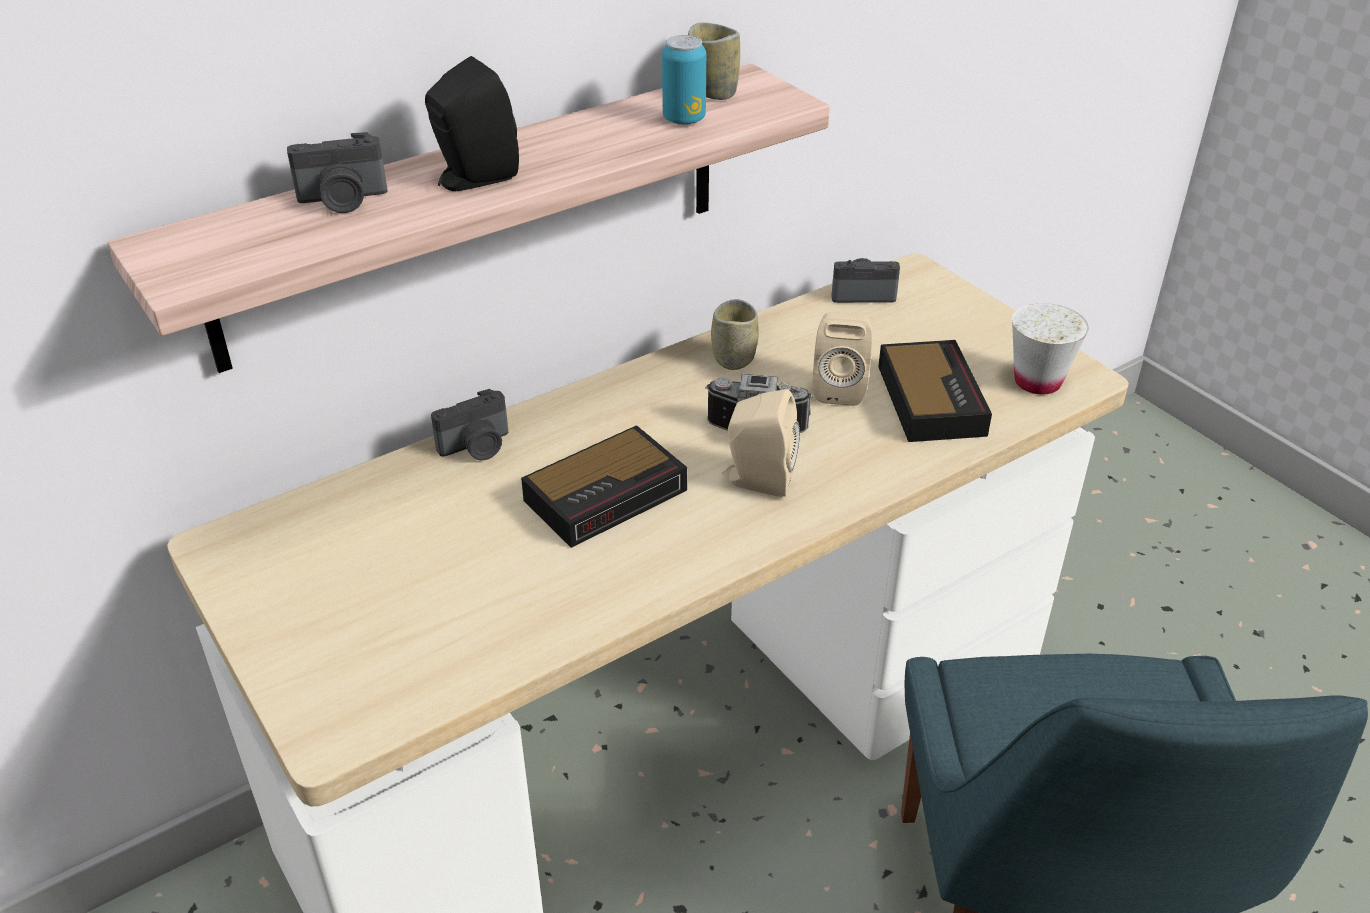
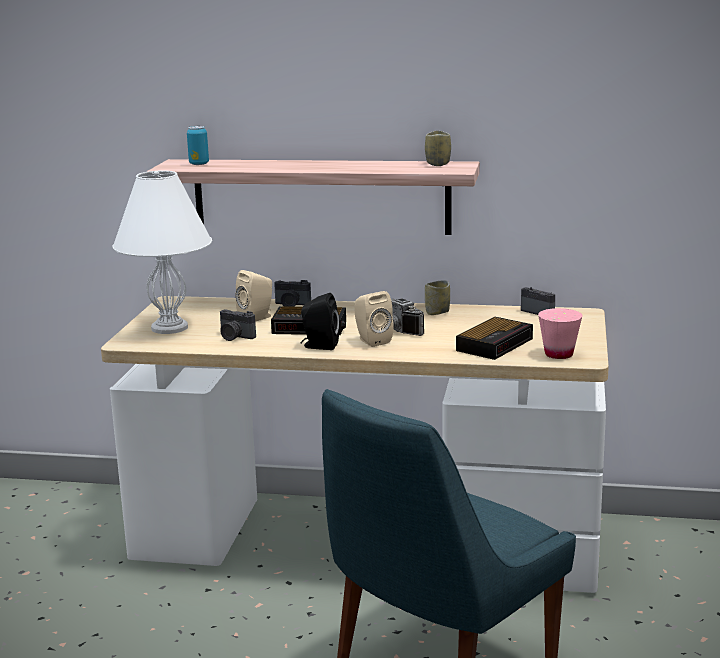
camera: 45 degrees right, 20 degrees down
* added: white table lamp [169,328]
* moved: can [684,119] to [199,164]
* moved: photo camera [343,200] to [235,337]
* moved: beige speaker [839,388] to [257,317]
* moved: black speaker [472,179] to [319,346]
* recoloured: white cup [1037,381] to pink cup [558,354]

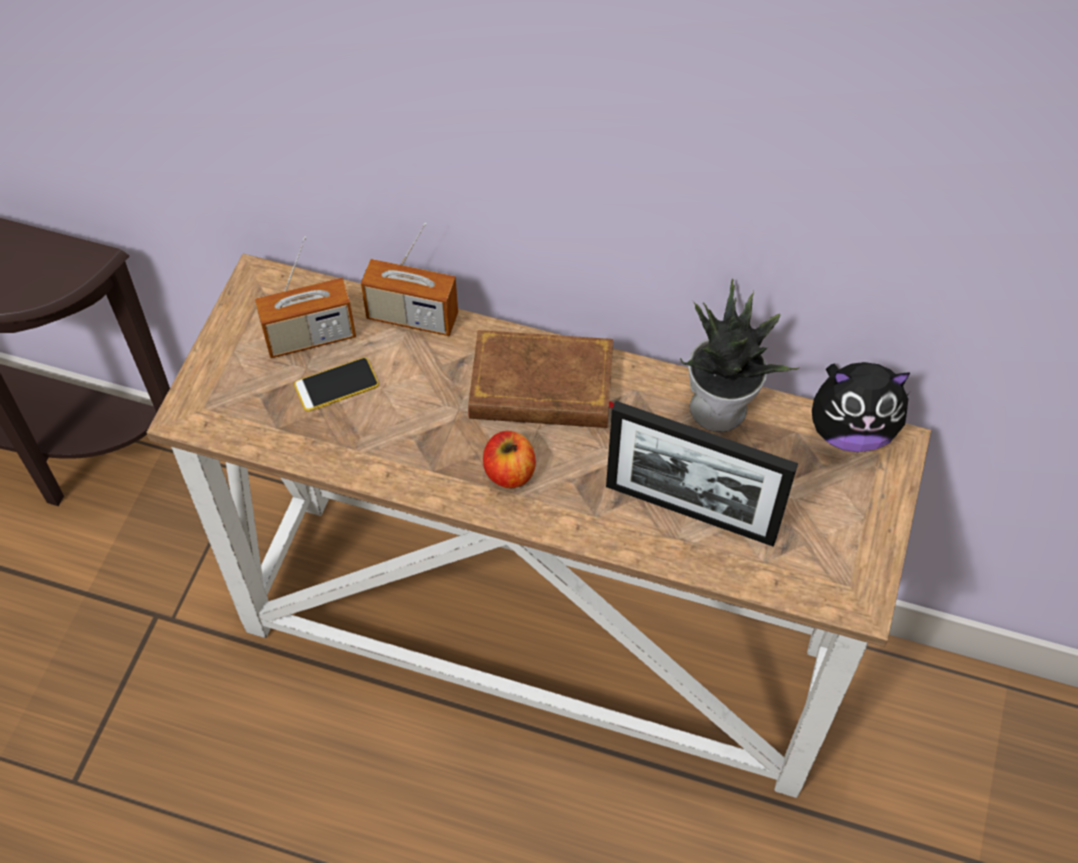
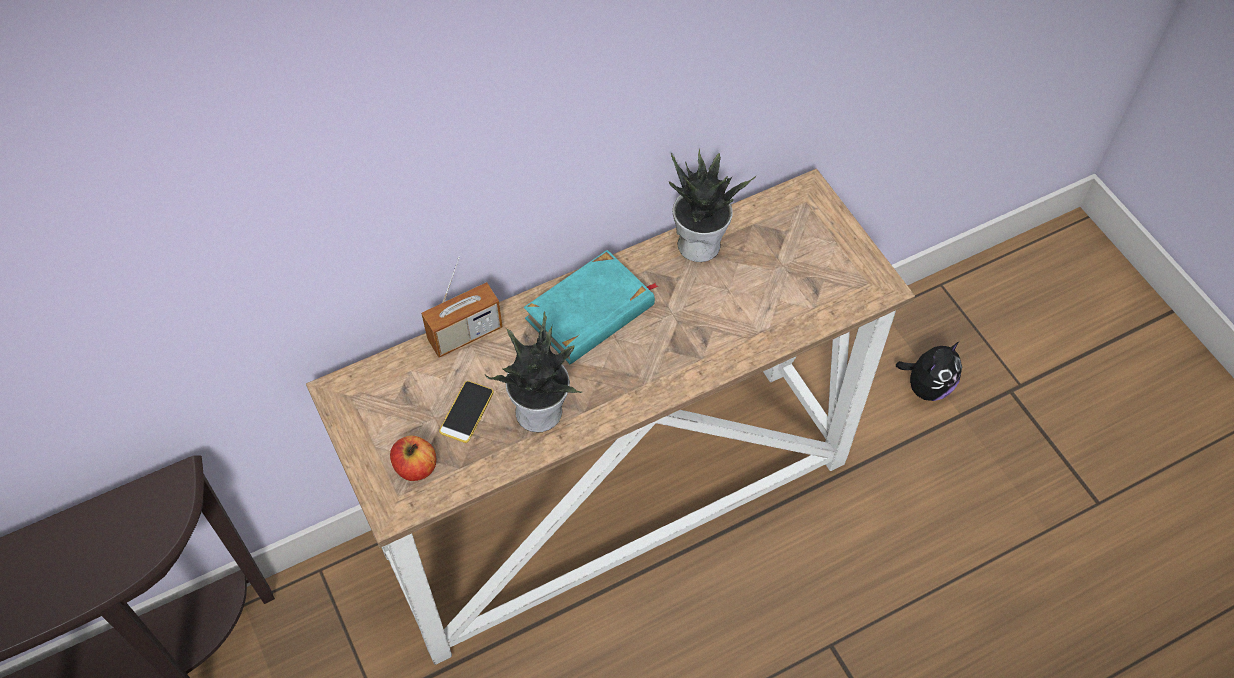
camera: 45 degrees left, 0 degrees up
* moved: apple [509,472] to [415,467]
* added: potted plant [541,411]
* recoloured: brown book [542,387] to turquoise book [590,312]
* moved: plush toy [850,430] to [927,386]
* removed: radio [310,337]
* removed: picture frame [690,512]

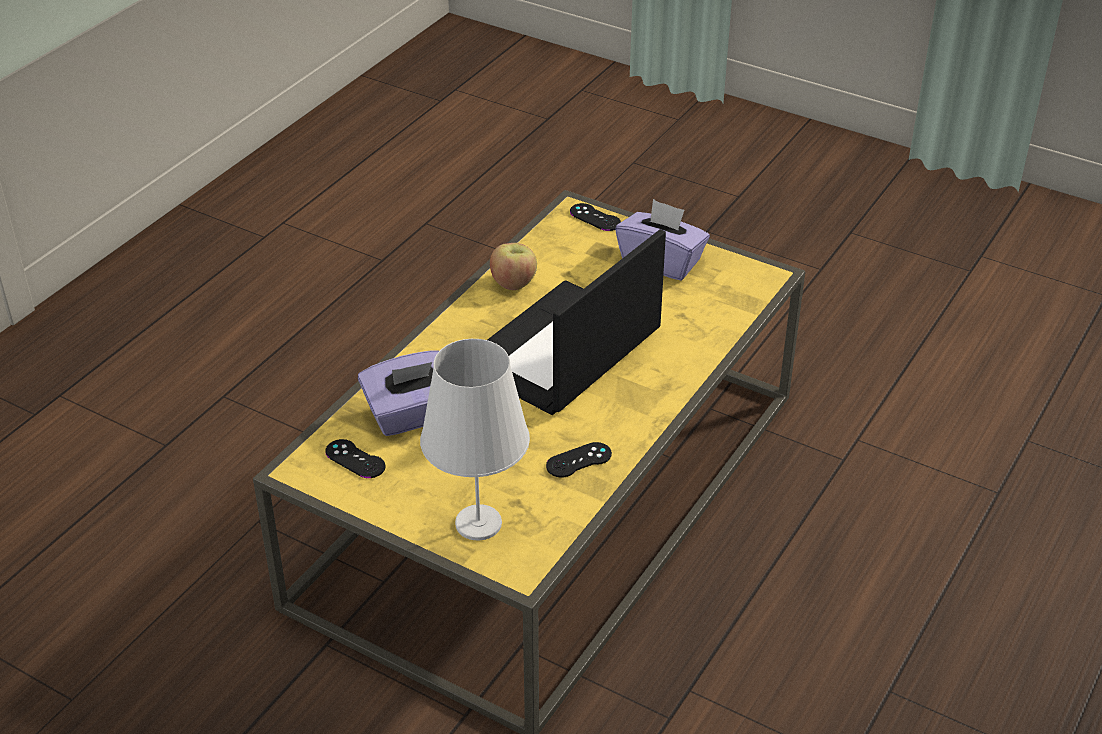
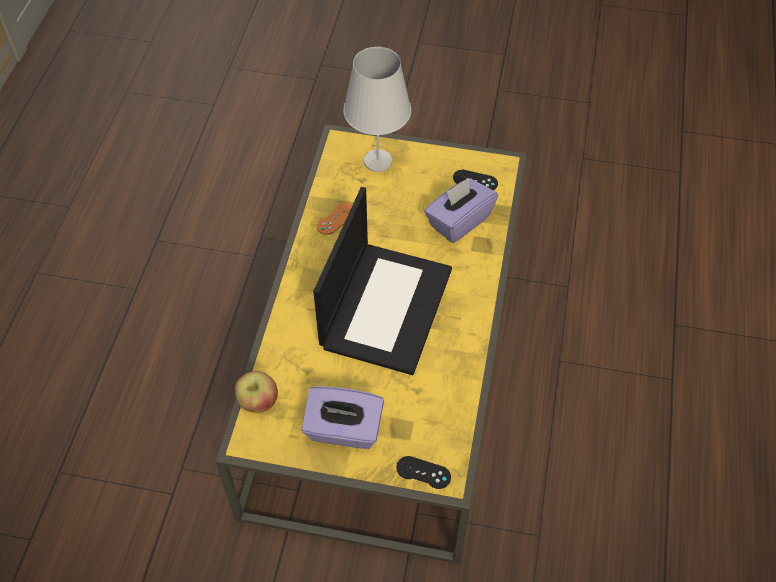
camera: 160 degrees right, 15 degrees up
* moved: apple [514,283] to [258,402]
* recoloured: black game controller [579,460] to orange game controller [336,219]

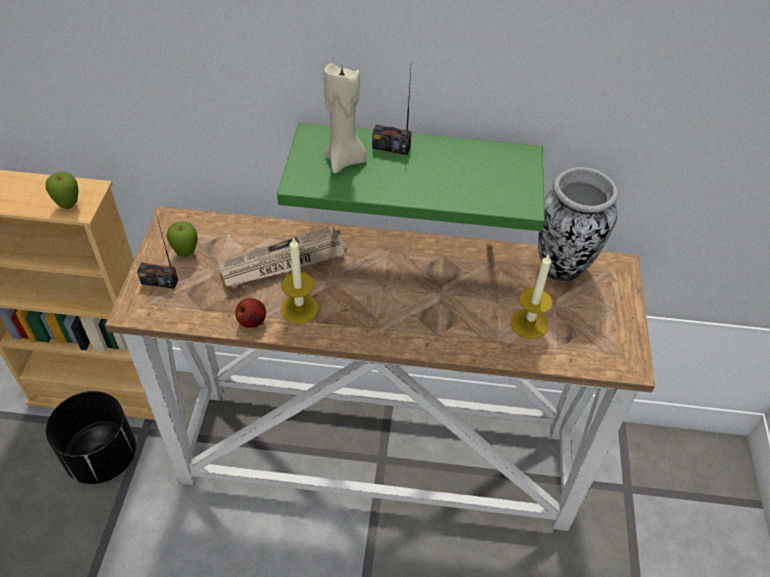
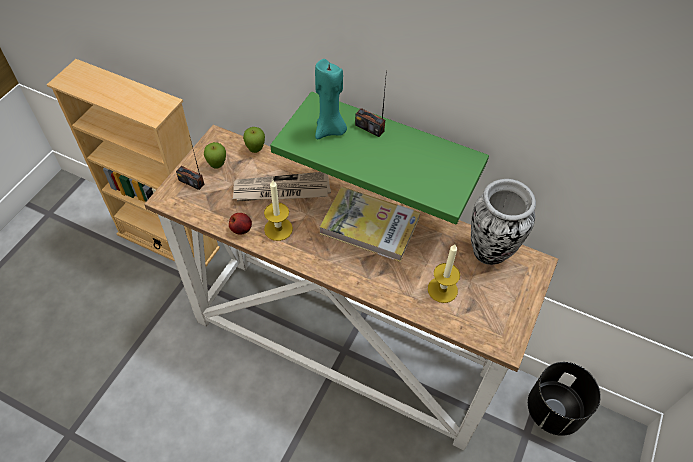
camera: 20 degrees right, 5 degrees up
* moved: apple [69,205] to [255,150]
* recoloured: beige candle [345,160] to turquoise candle [330,130]
* added: book [369,226]
* moved: black planter [103,457] to [554,410]

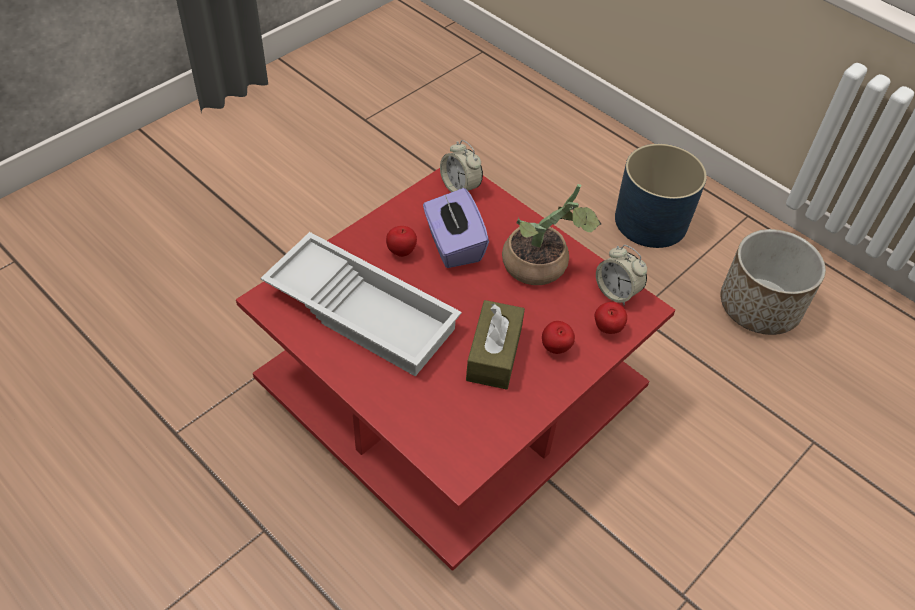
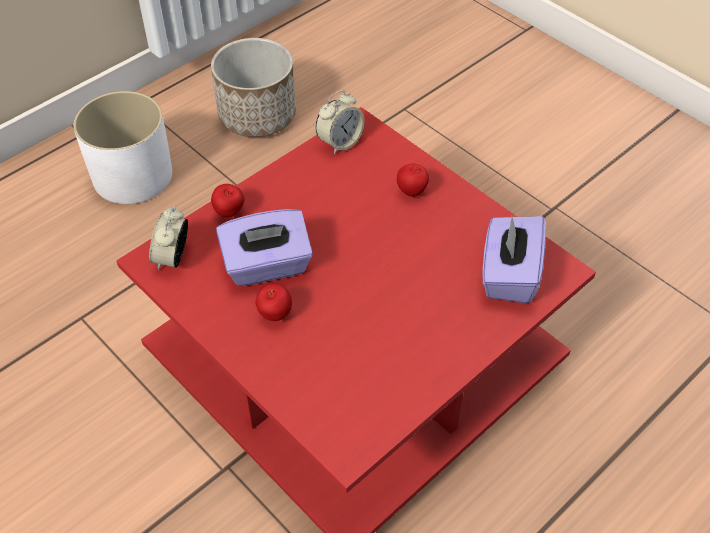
camera: 85 degrees left, 0 degrees up
* recoloured: blue planter [650,221] to white planter [132,176]
* turned: alarm clock [460,187] = [173,257] 135 degrees clockwise
* moved: apple [607,329] to [229,213]
* added: purple tissue box [509,275]
* removed: white tray [364,310]
* removed: brown tissue box [494,354]
* removed: potted plant [542,267]

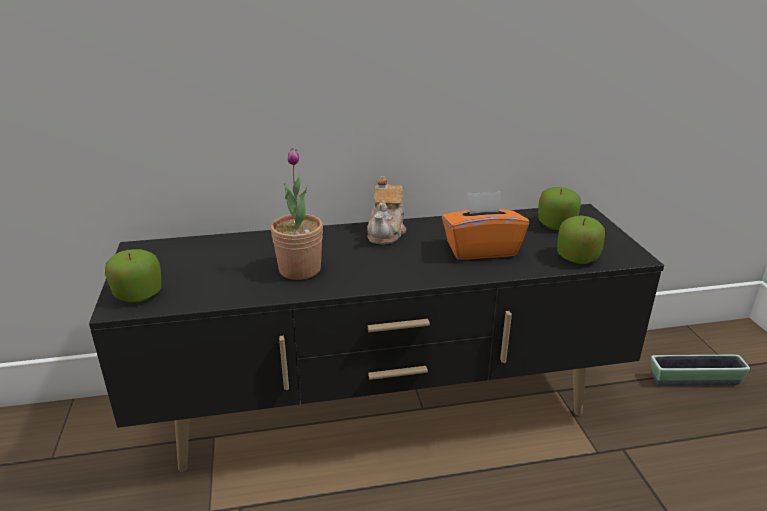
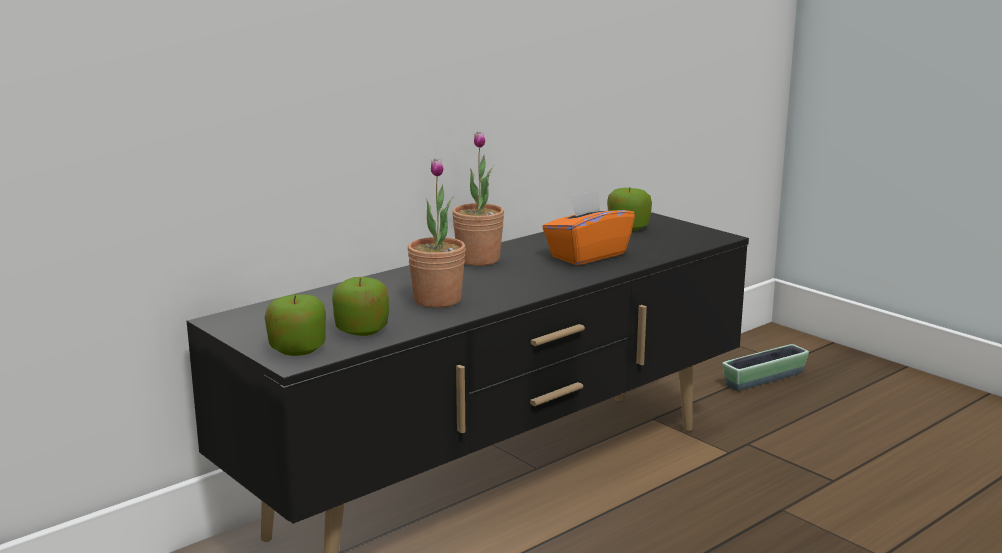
camera: 30 degrees left, 10 degrees down
* moved: apple [577,257] to [361,330]
* replaced: teapot [387,232] to potted plant [478,259]

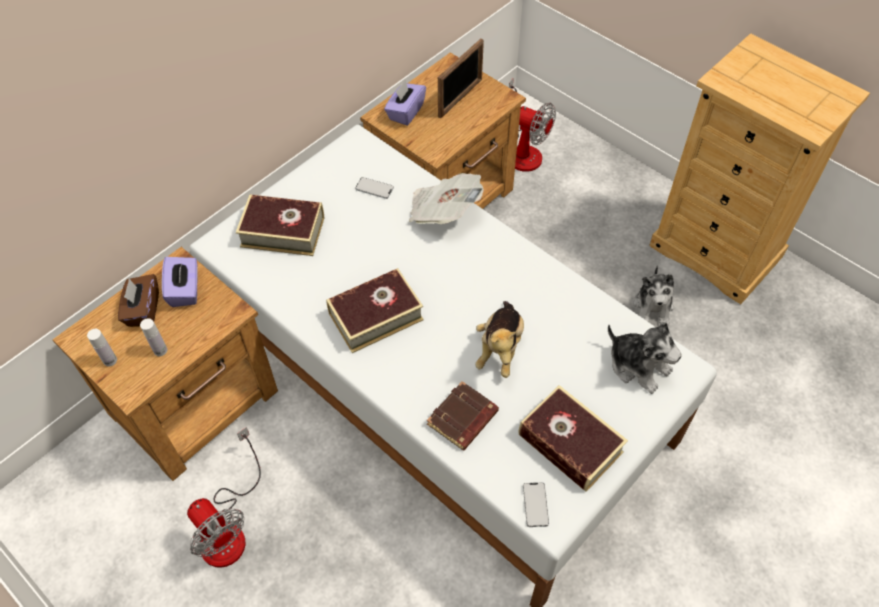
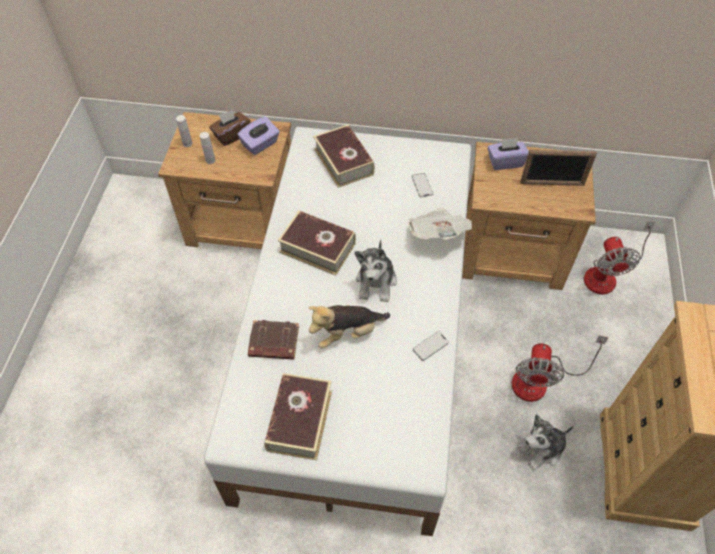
camera: 55 degrees right, 0 degrees up
* moved: plush toy [638,365] to [376,282]
* moved: phone [535,505] to [430,346]
* moved: fan [228,528] to [540,380]

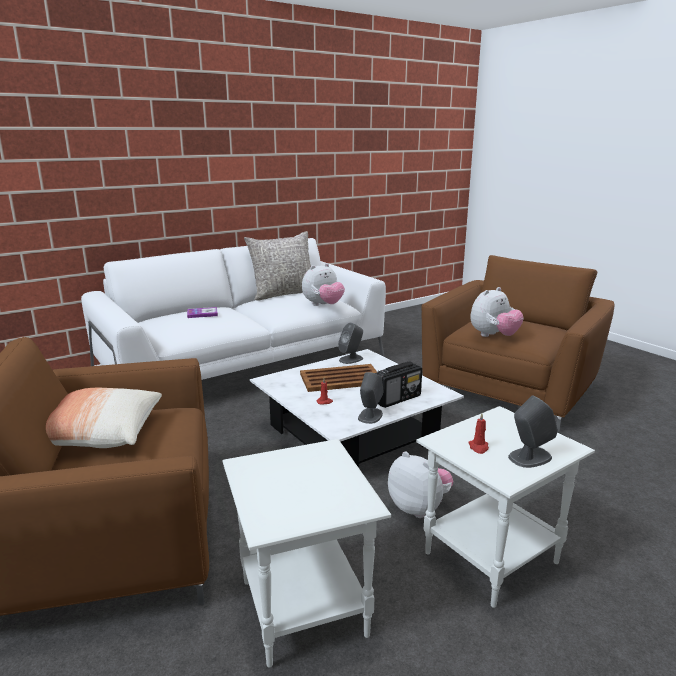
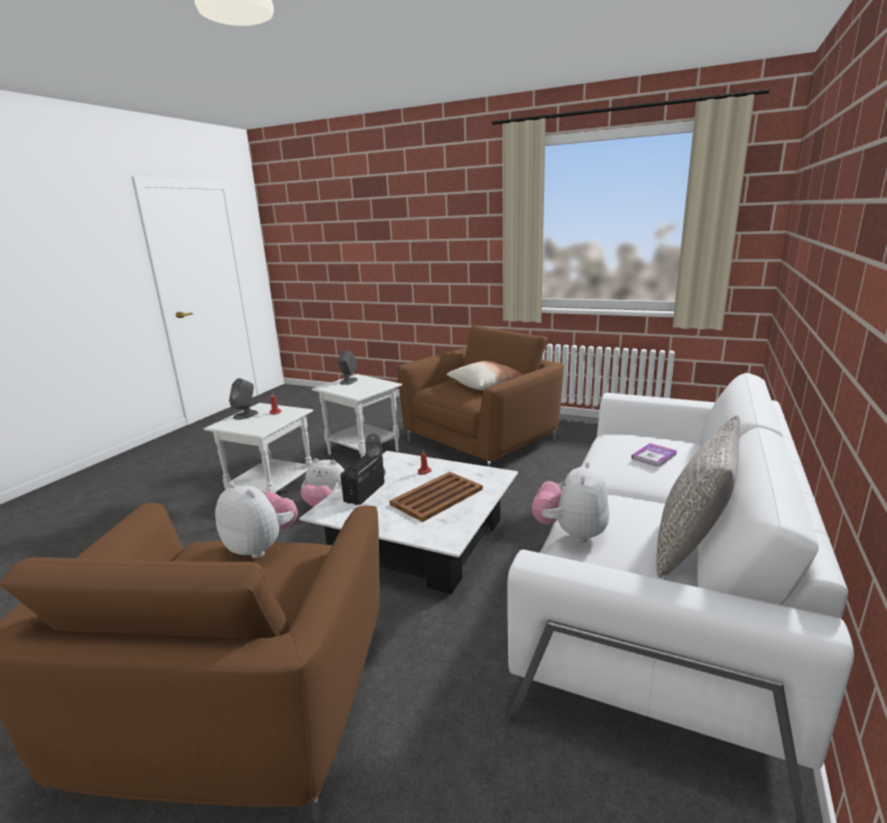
camera: 150 degrees right, 0 degrees up
* turned: plush toy [493,336] = [261,547] 105 degrees clockwise
* moved: grey speaker [351,359] to [348,381]

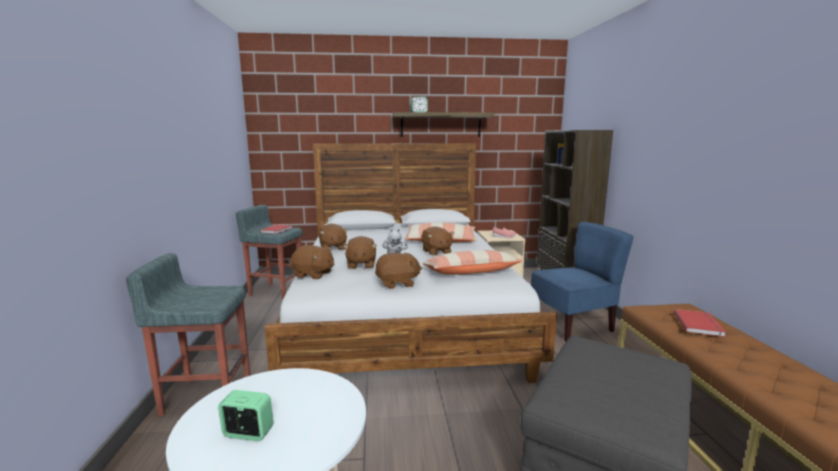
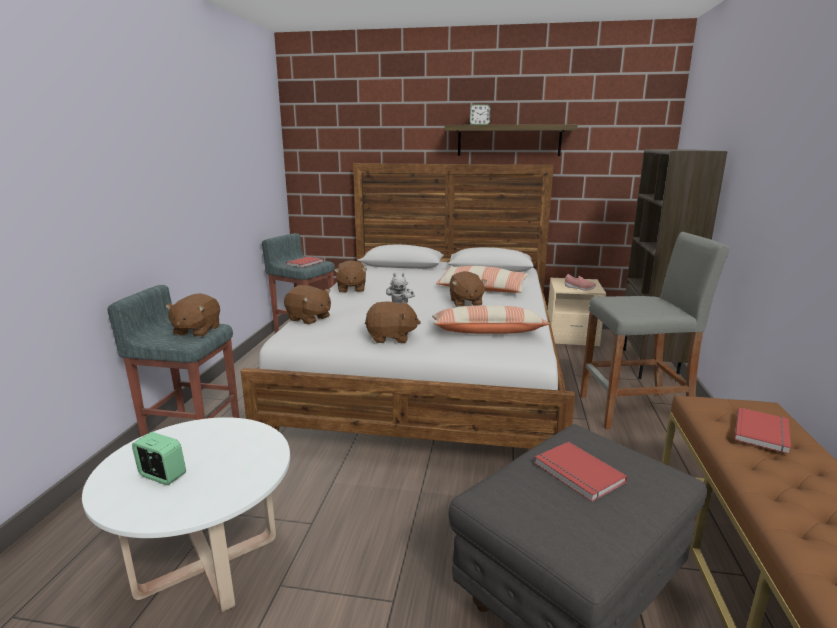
camera: 15 degrees right, 5 degrees up
* moved: brown plush toy [361,265] to [196,331]
* added: red book [577,474]
* replaced: blue chair [572,325] to grey stool [635,410]

